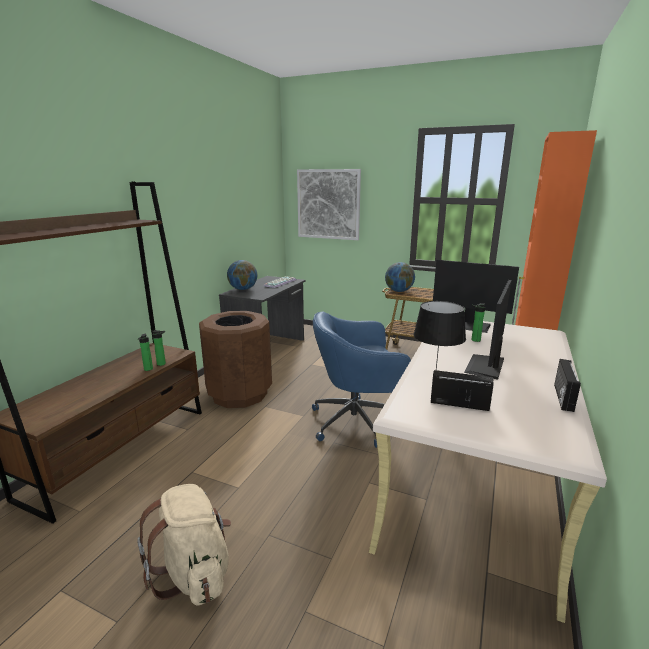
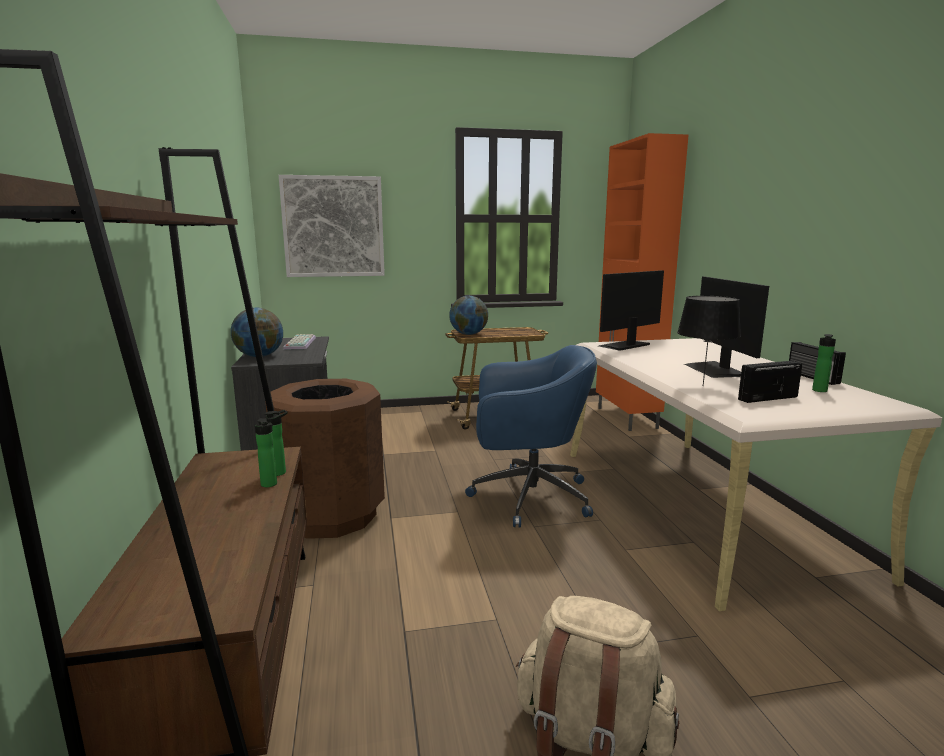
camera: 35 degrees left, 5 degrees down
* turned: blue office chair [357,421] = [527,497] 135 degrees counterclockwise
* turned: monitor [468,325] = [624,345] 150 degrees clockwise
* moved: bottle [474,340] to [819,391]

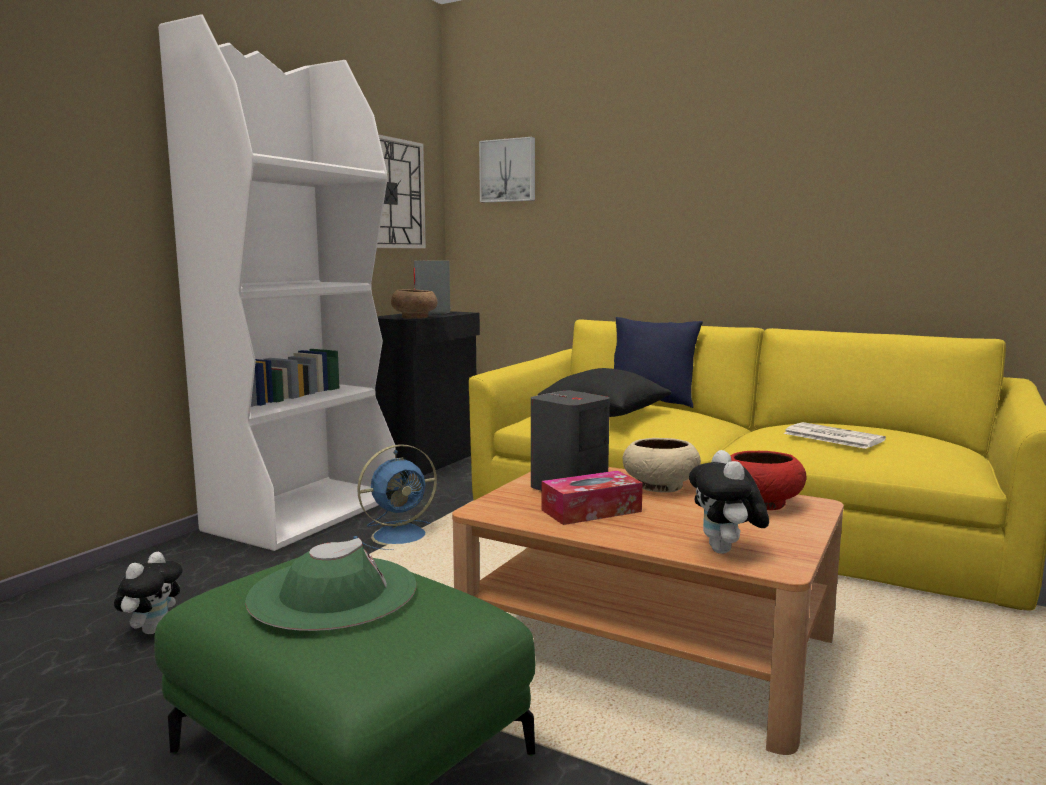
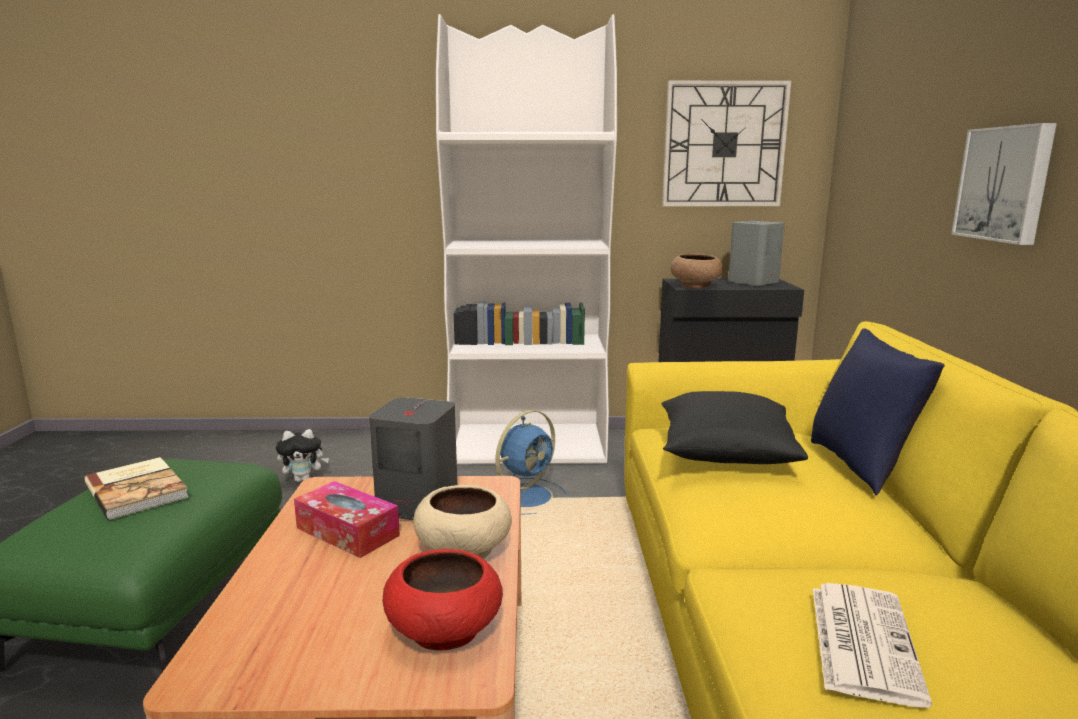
camera: 60 degrees right, 5 degrees up
* replaced: green hat [333,592] to book [139,489]
* turned: blue fan [402,535] = [528,496] 75 degrees counterclockwise
* moved: picture [508,170] to [1005,184]
* removed: plush toy [726,551]

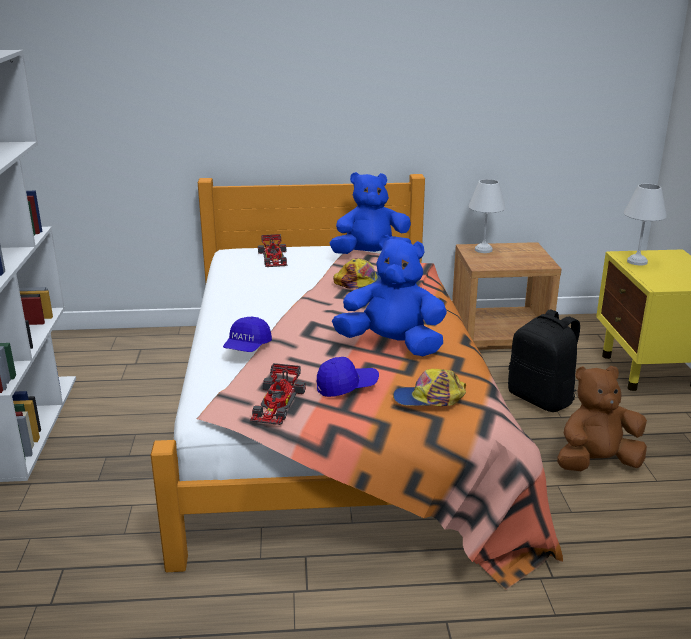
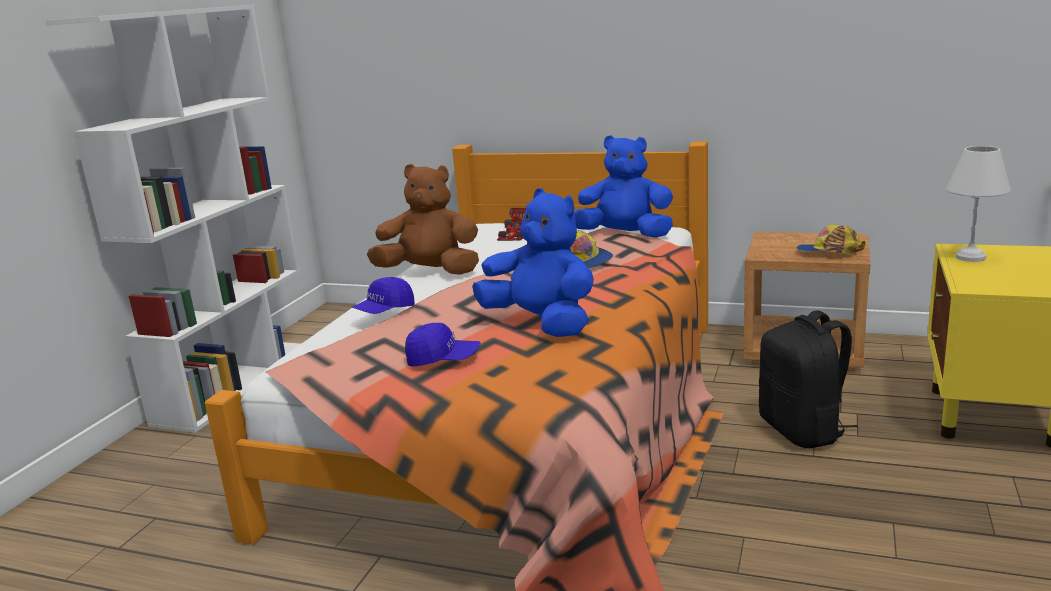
camera: 25 degrees right, 5 degrees down
* moved: brown plush toy [596,463] to [430,272]
* moved: cap [429,399] to [829,252]
* removed: toy car [277,403]
* removed: white table lamp [484,250]

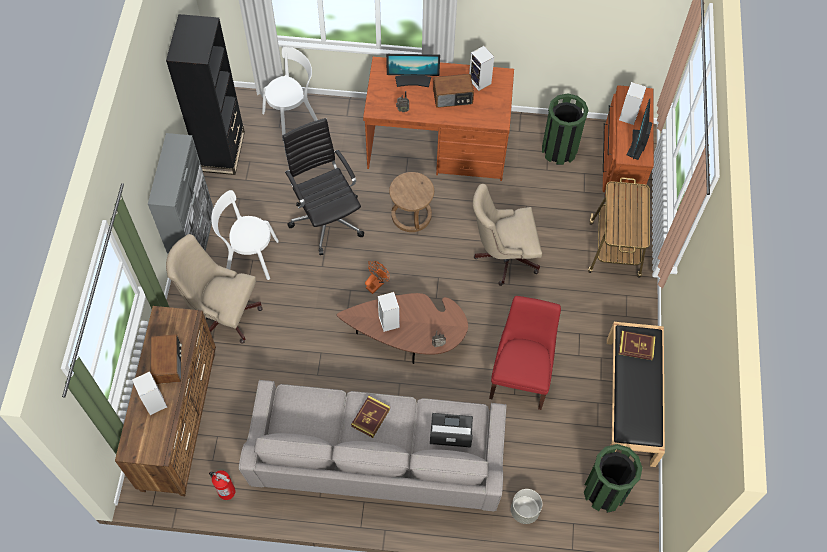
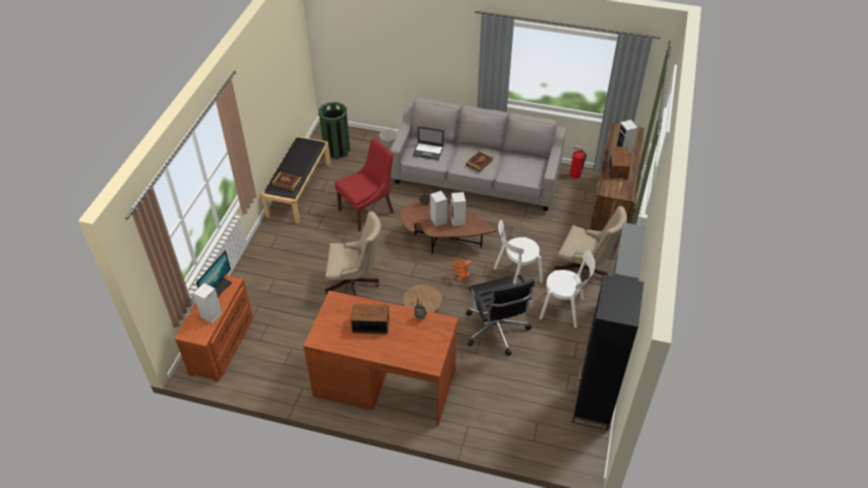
camera: 170 degrees left, 15 degrees down
* turned: red chair [521,374] = [367,210] 150 degrees counterclockwise
* moved: speaker [480,82] to [437,220]
* moved: white chair [293,116] to [515,276]
* removed: monitor [413,80]
* removed: green trash can [559,150]
* removed: cart [614,251]

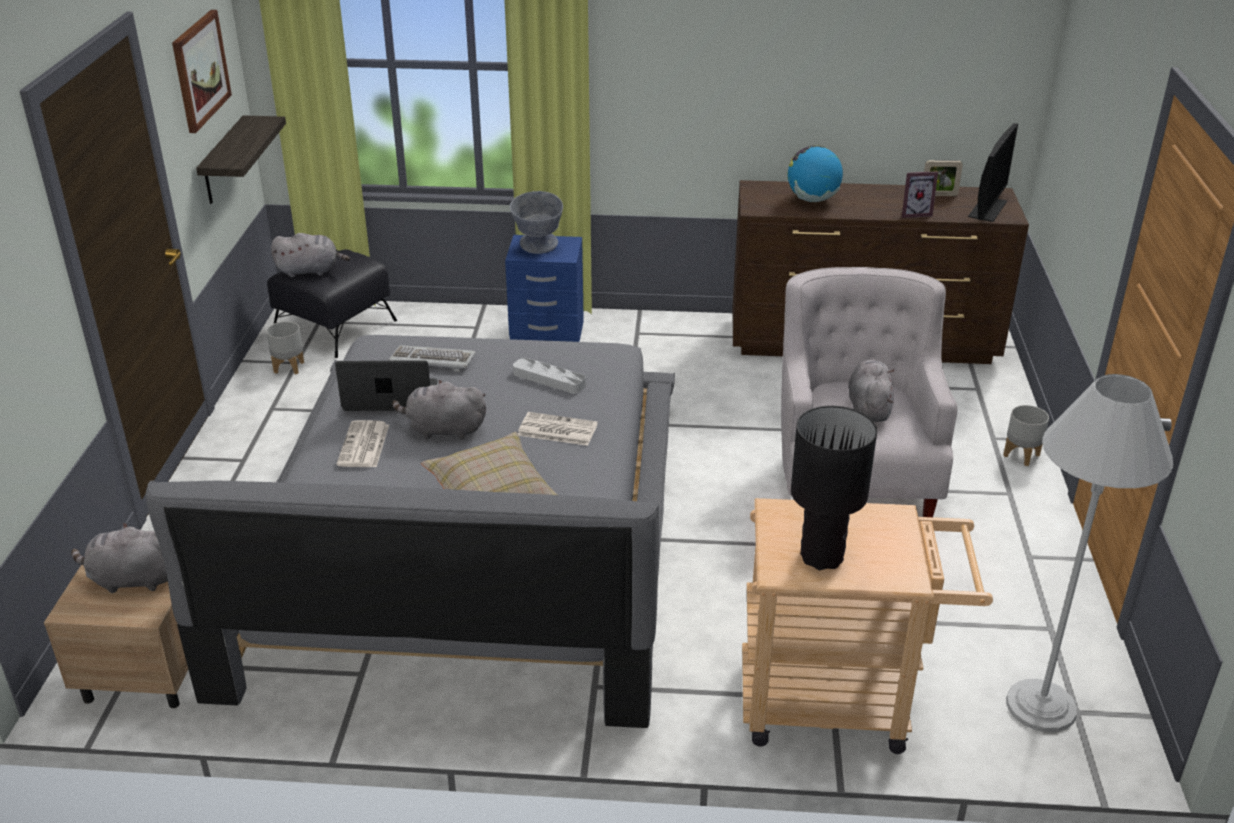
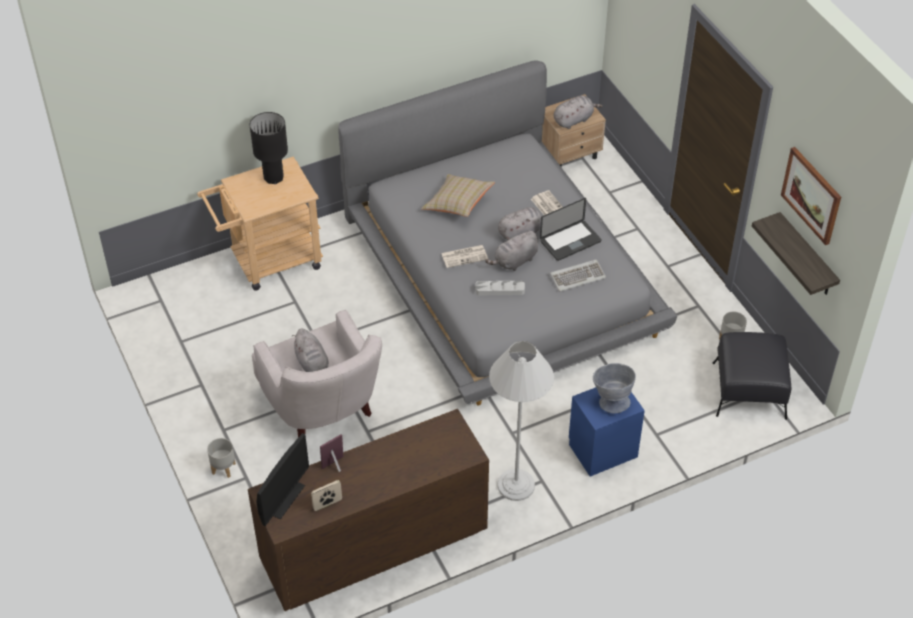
camera: 150 degrees right, 15 degrees up
* turned: monitor [987,209] = [284,498] 150 degrees counterclockwise
* moved: grey plush toy [310,271] to [514,261]
* moved: white floor lamp [1041,706] to [516,485]
* removed: globe [812,200]

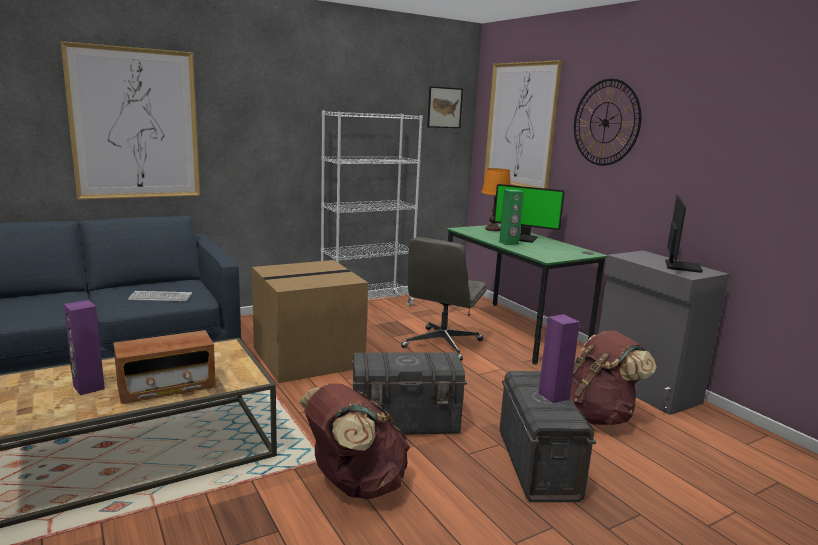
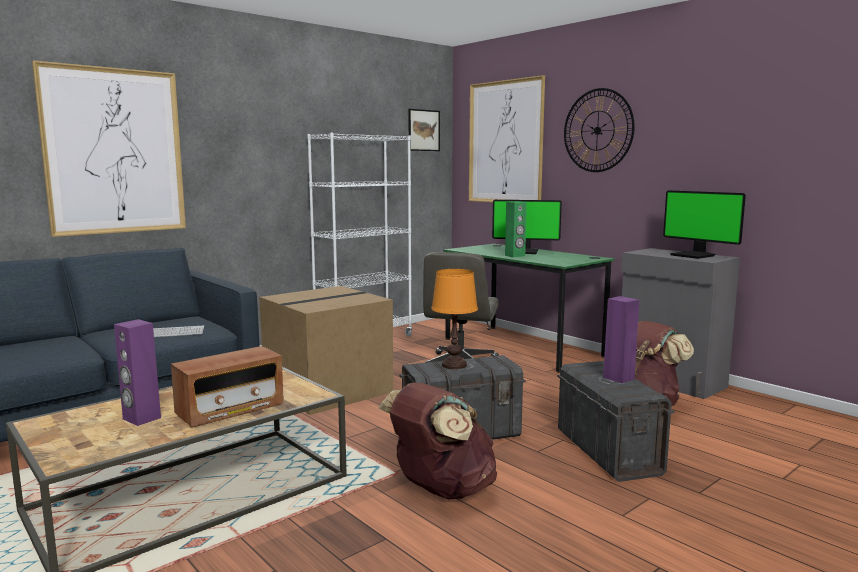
camera: 10 degrees left, 5 degrees down
* moved: orange table lamp [493,229] to [454,365]
* turned: monitor [680,266] = [694,255] 135 degrees clockwise

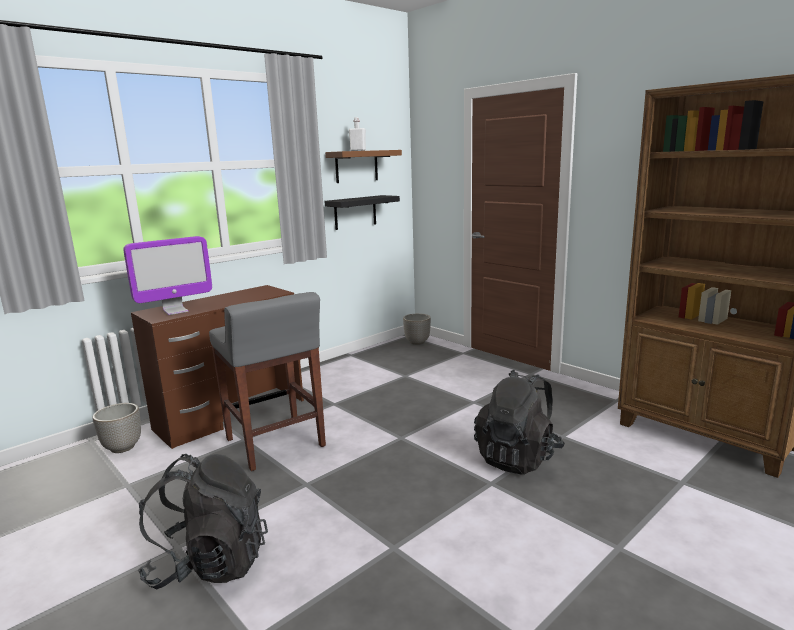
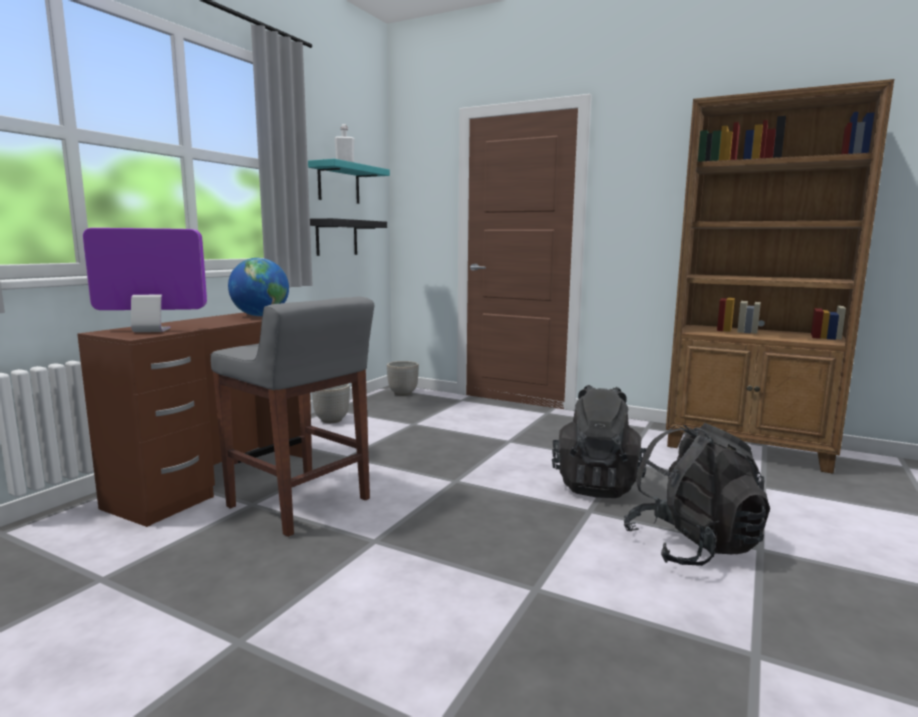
camera: 20 degrees left, 5 degrees down
* turned: monitor [175,311] = [151,330] 135 degrees counterclockwise
* added: globe [260,316]
* recoloured: brown shelf [356,166] to turquoise shelf [338,184]
* moved: planter [123,448] to [332,420]
* moved: black backpack [210,563] to [692,546]

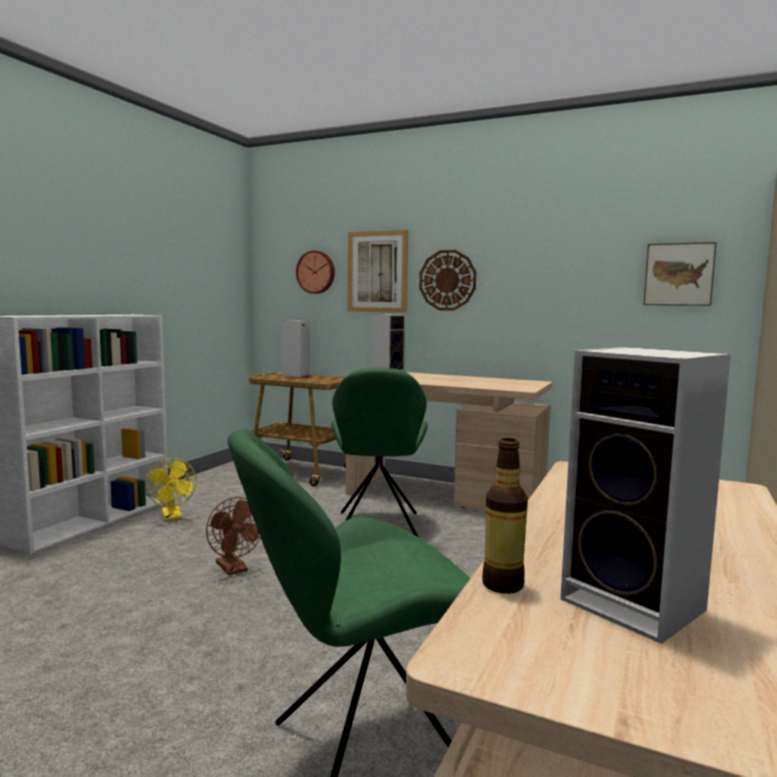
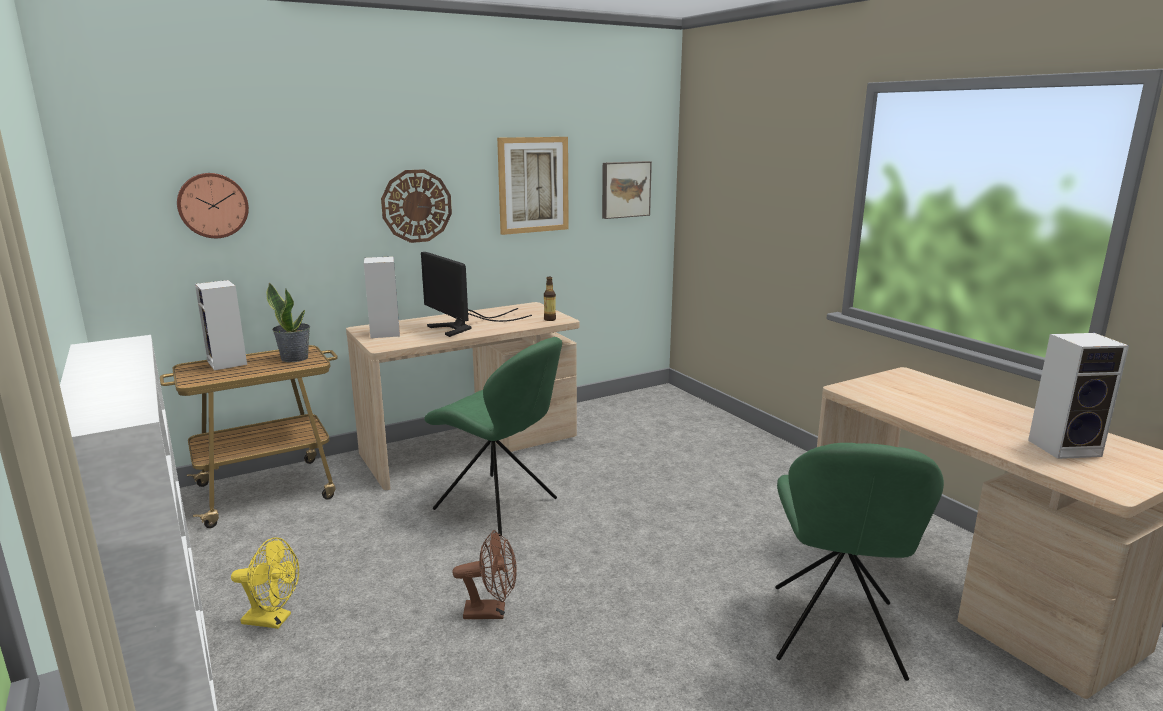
camera: 55 degrees left, 10 degrees up
* added: potted plant [295,358]
* added: monitor [464,326]
* moved: picture [377,272] to [533,185]
* moved: bottle [502,585] to [549,319]

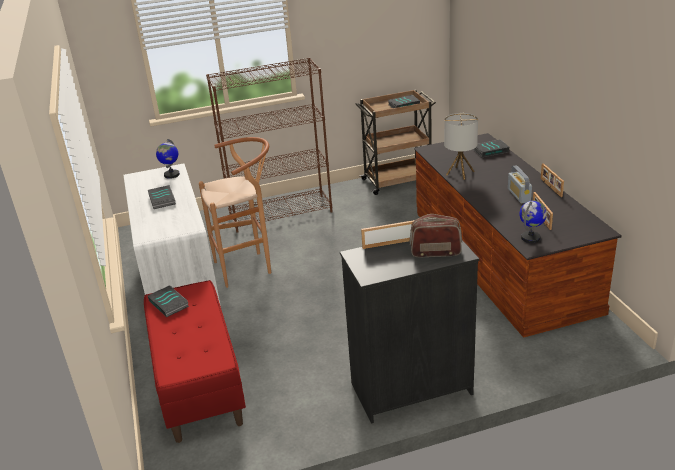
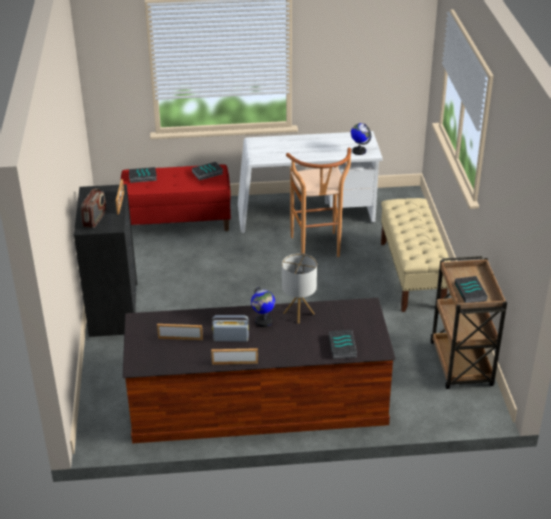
camera: 100 degrees right, 5 degrees up
* moved: book [163,200] to [142,177]
* moved: globe [531,238] to [263,322]
* replaced: brown bookcase [281,213] to beige bench [411,275]

